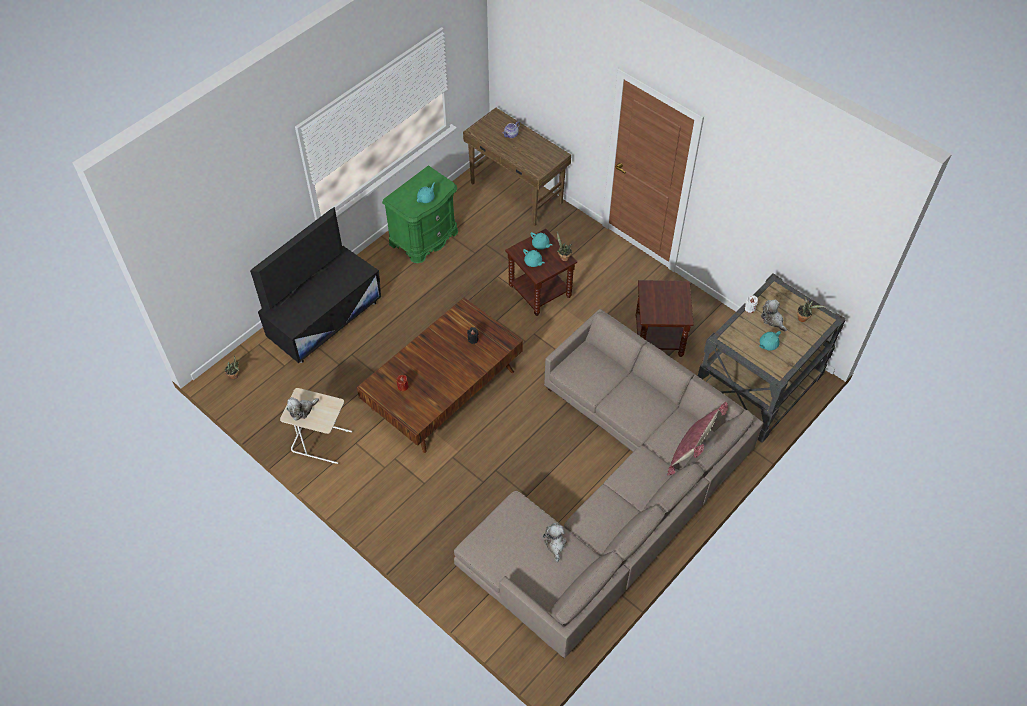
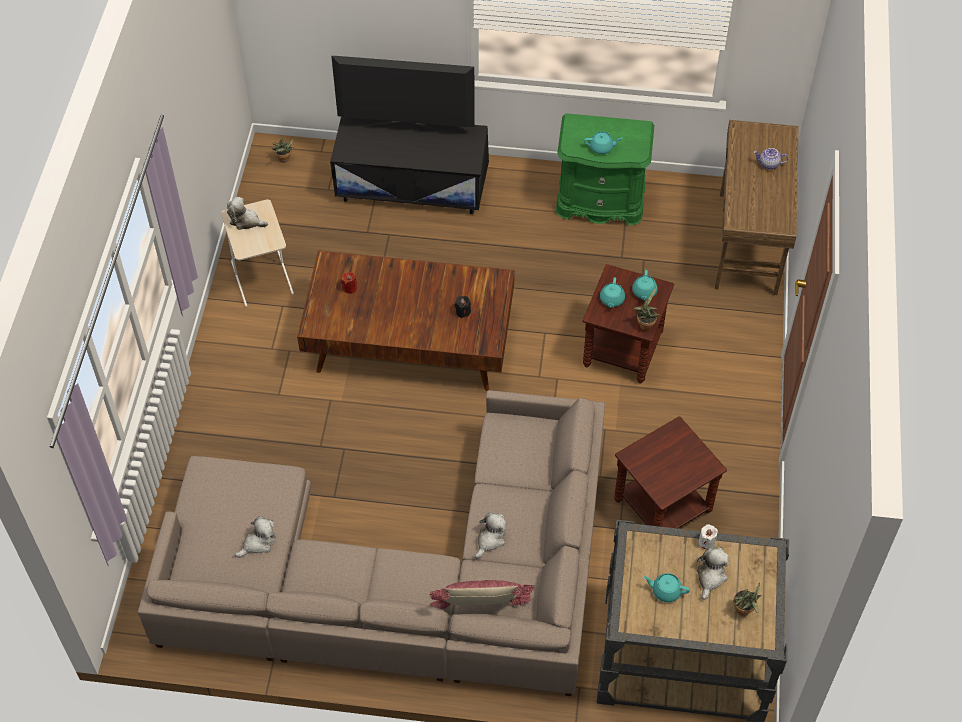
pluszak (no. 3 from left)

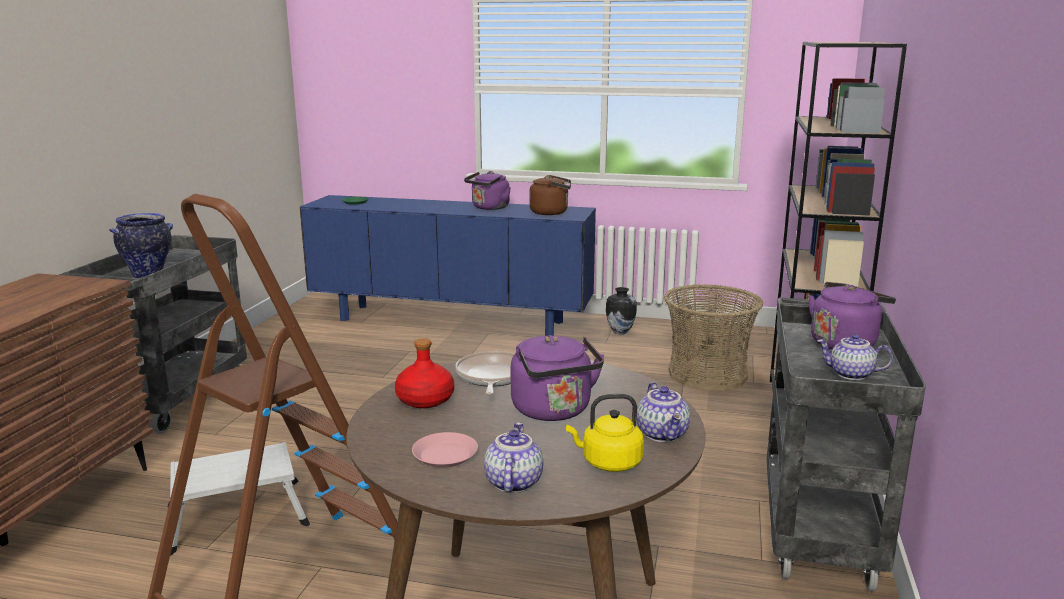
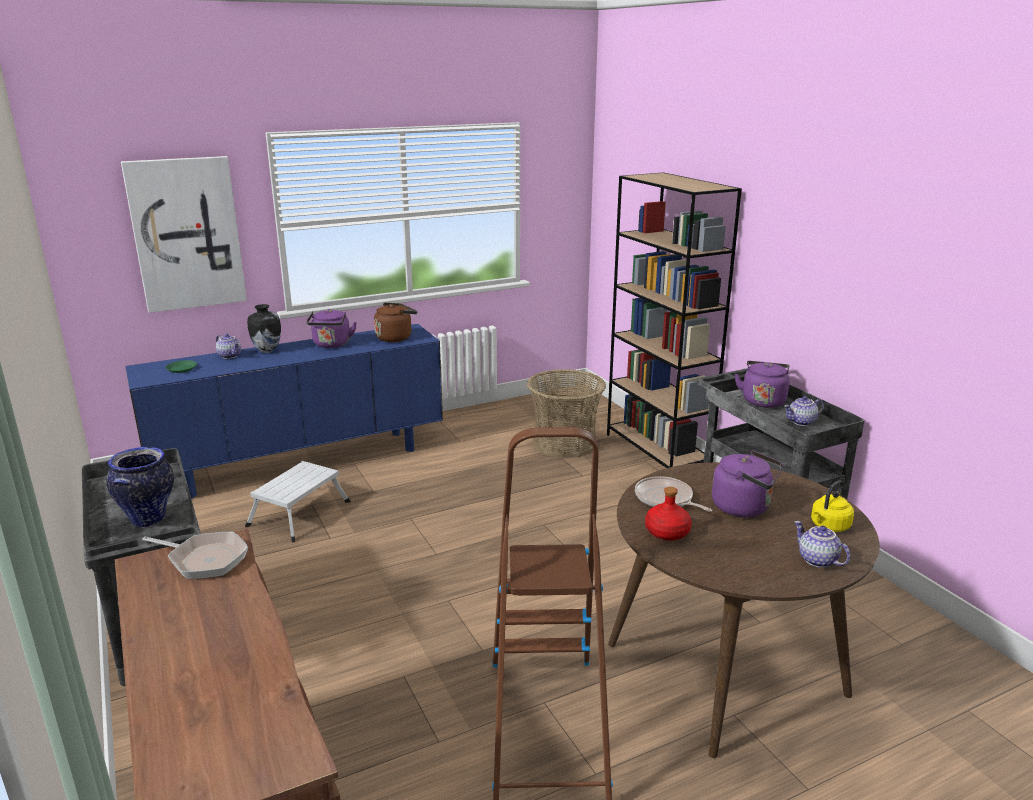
obraz
patelnia (no. 1 from left)
imbryk (no. 1 from left)
drabinka (biały)
wazon (no. 2 from left)
talerz (różowy)

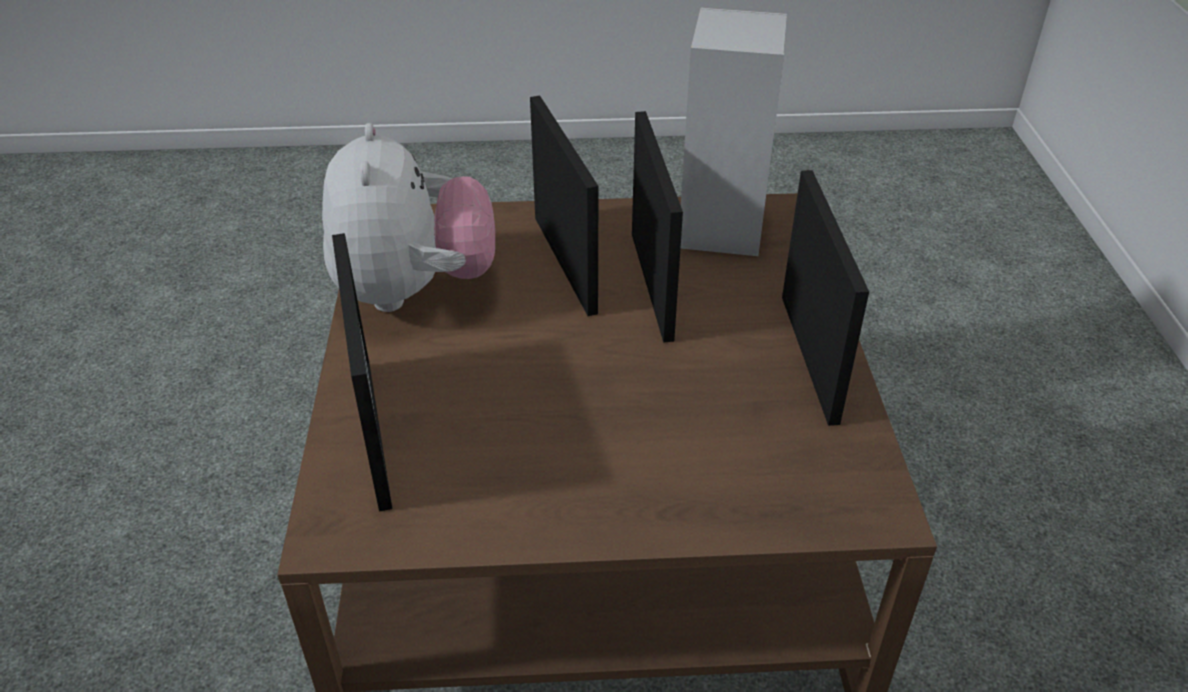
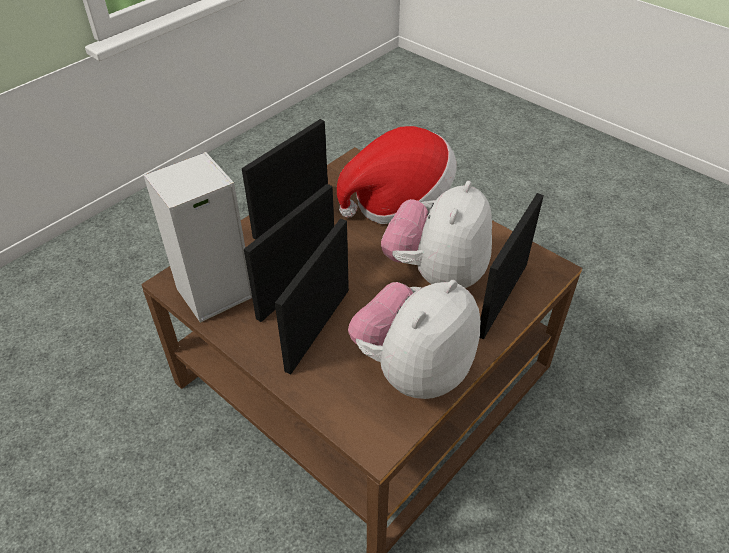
kapelusz
pluszak (no. 2 from left)

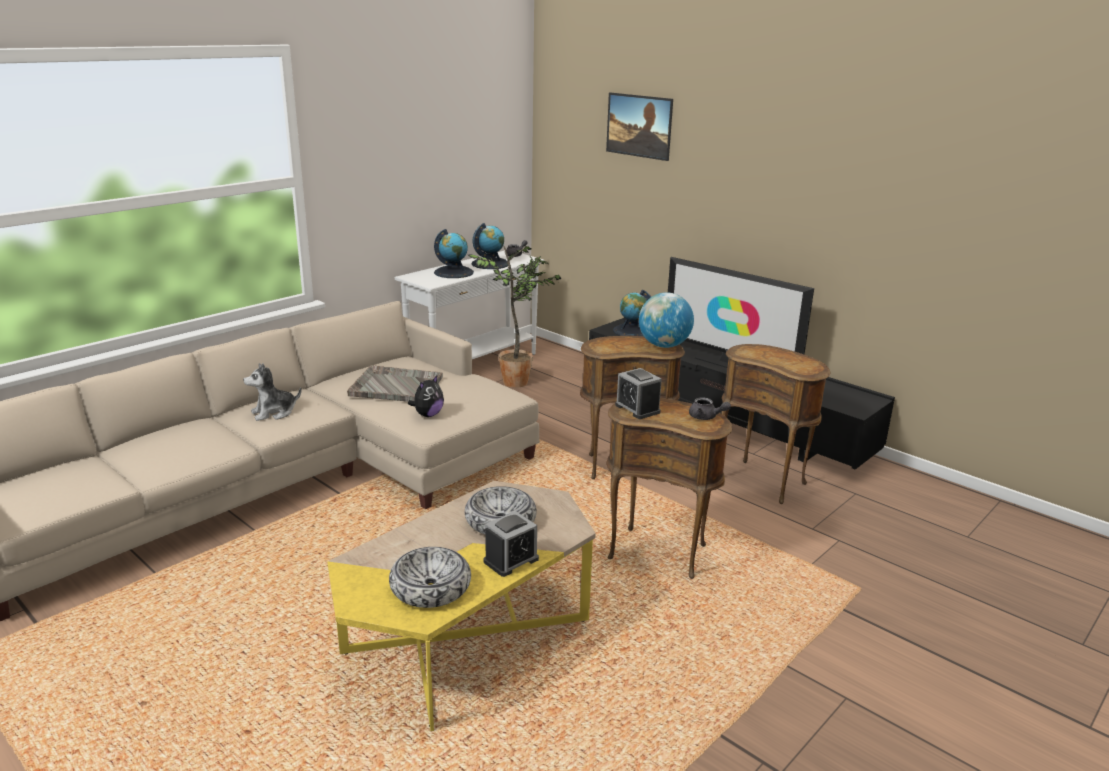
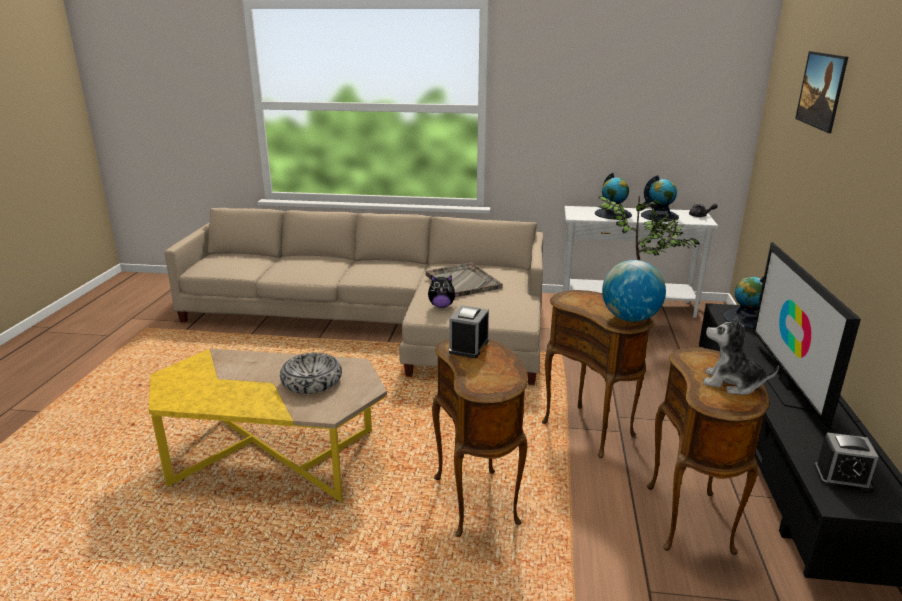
pluszak (no. 2 from left)
budzik (no. 2 from left)
miska (no. 1 from left in the first image)
imbryk (szary) (no. 2 from left in the first image)

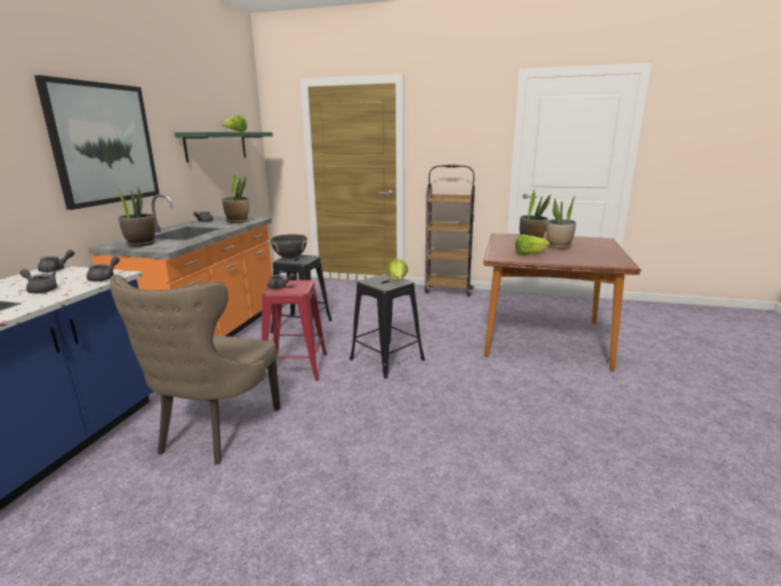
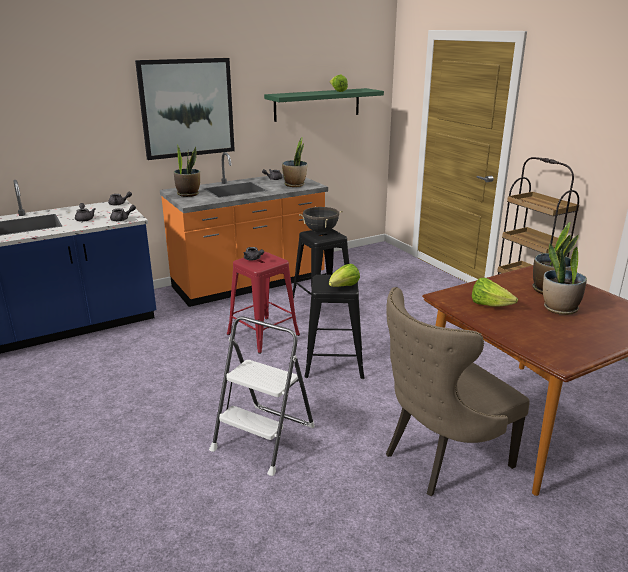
drabinka (biały)
krzesło (beżowy)

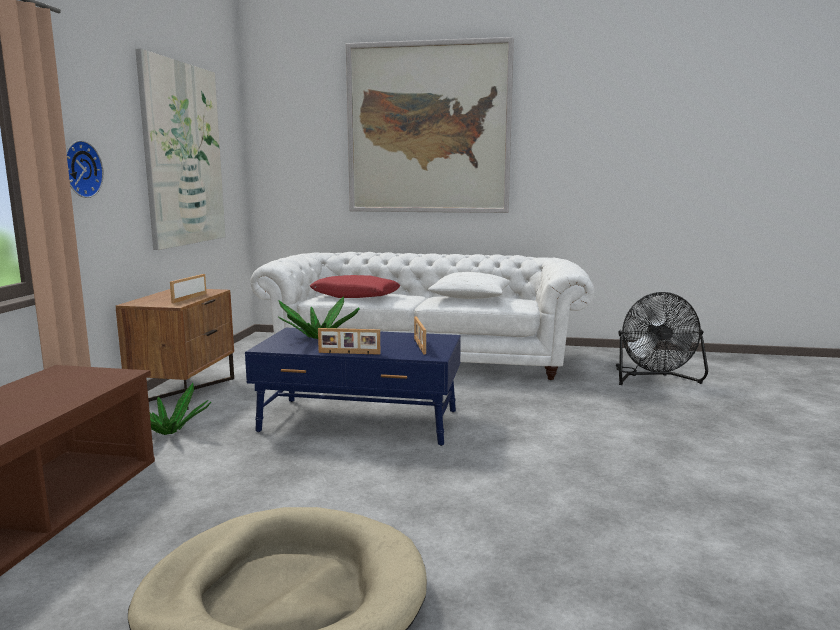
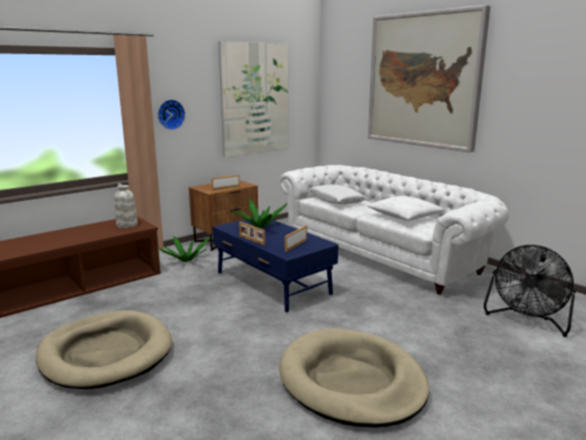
wazon (biały)
legowisko (beżowy) (no. 2 from left)
poduszka (biały) (no. 1 from left)

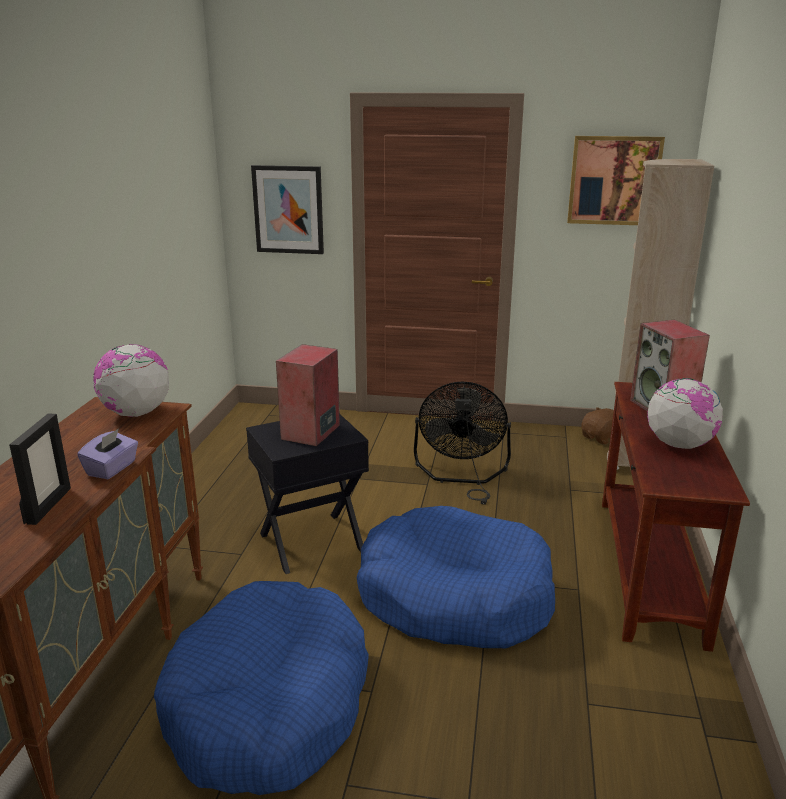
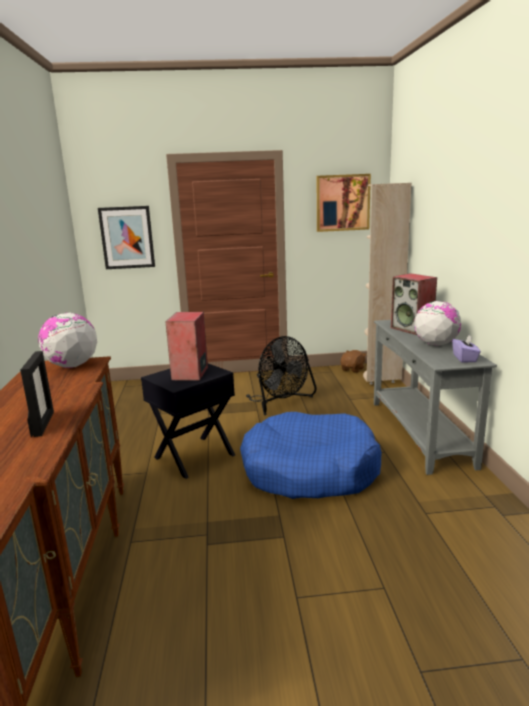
wentylator (czarny)
stolik konsolowy (szary)
pudełko chusteczek (fioletowy)
legowisko (niebieski) (no. 1 from left in the first image)

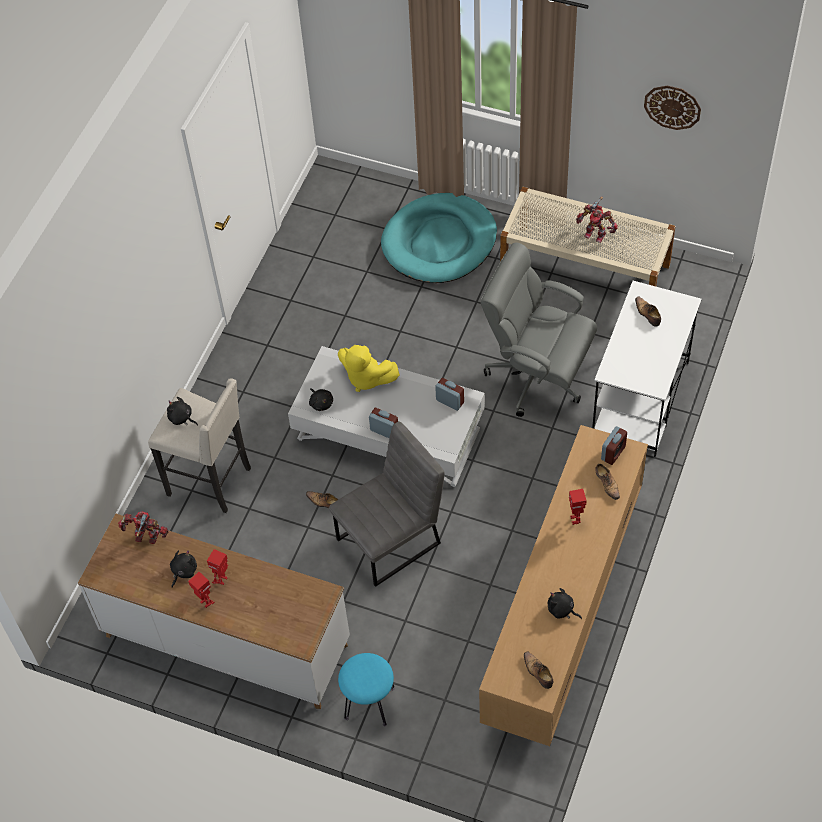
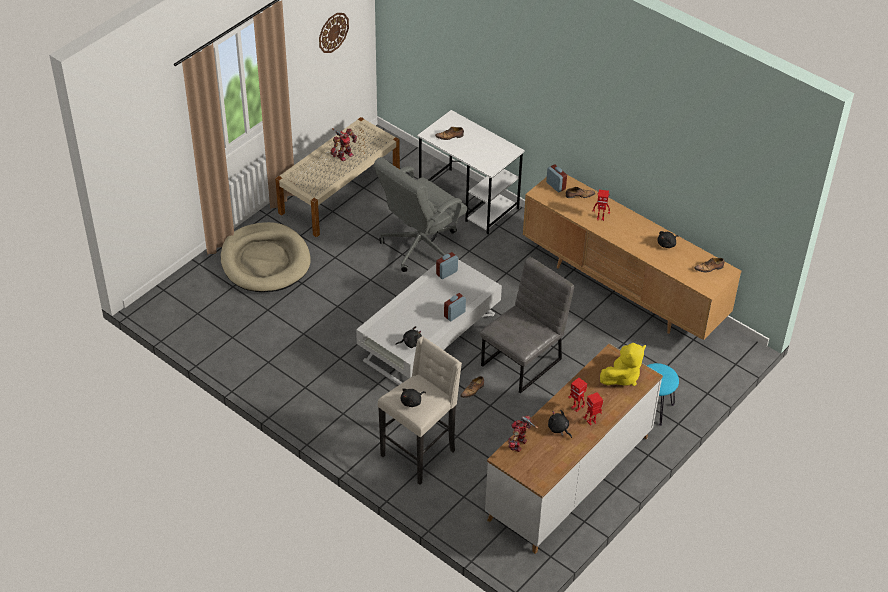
legowisko (beżowy)
krzesło (szary)
pluszak (żółty)

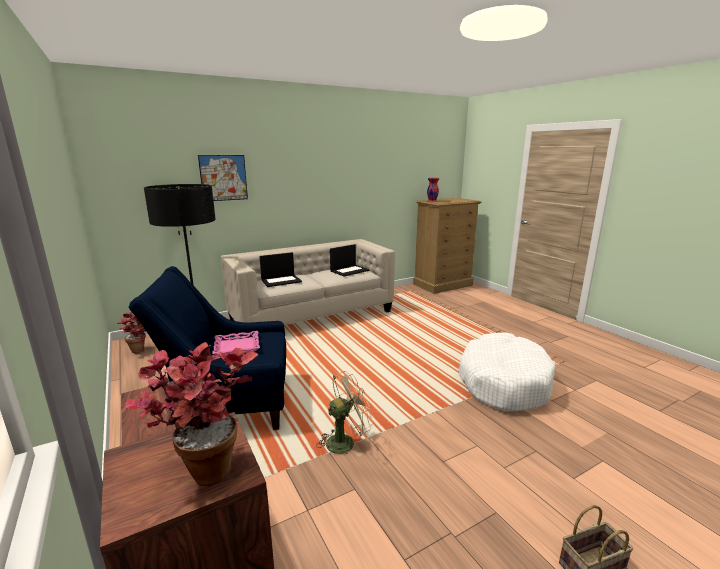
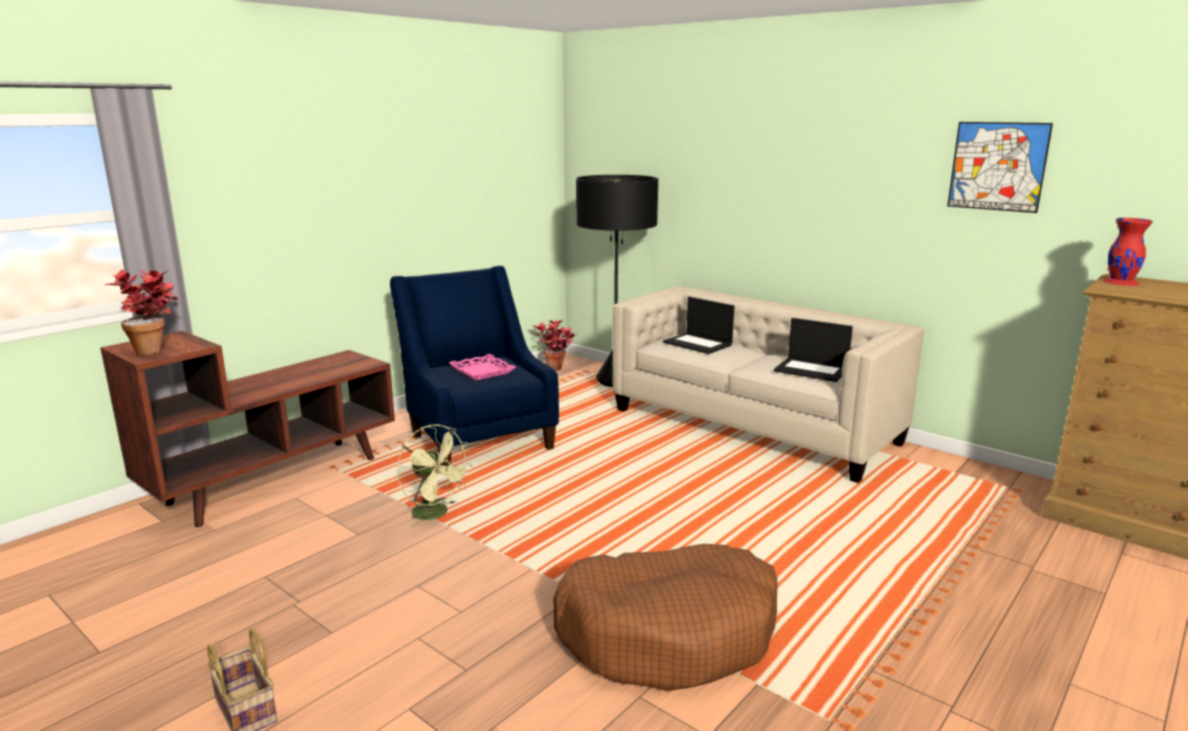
wentylator (zielony)
legowisko (brązowy)
obraz

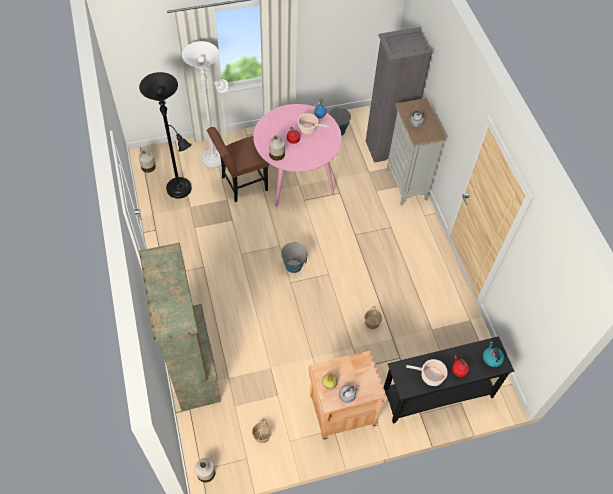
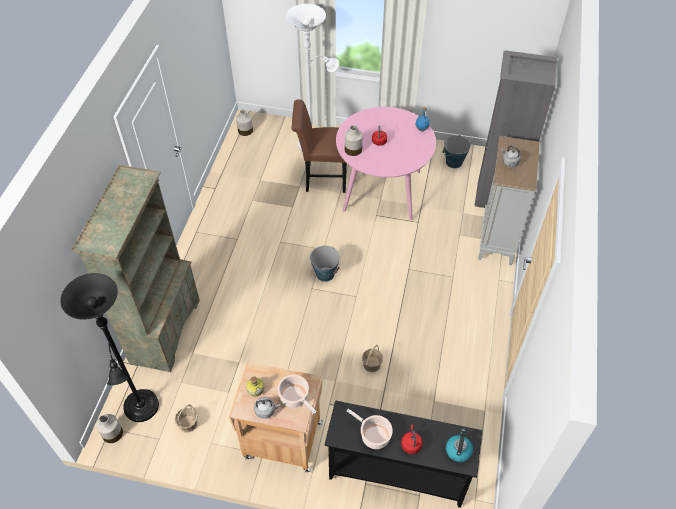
lampa stojąca (czarny)
garnek (no. 1 from left)

